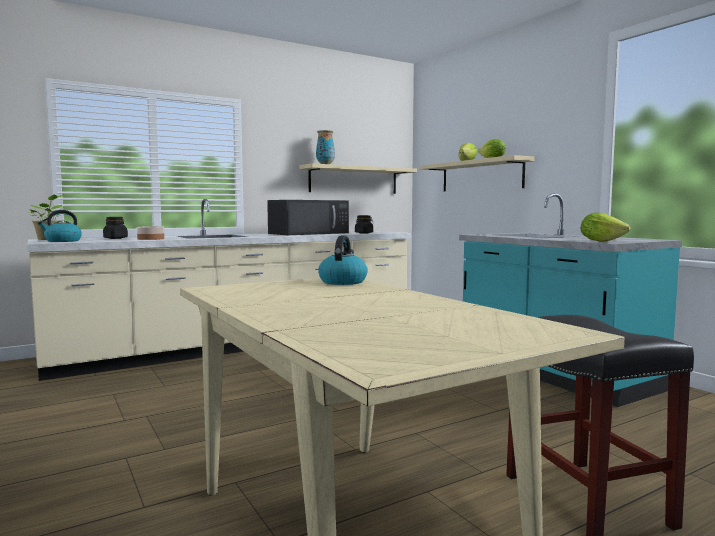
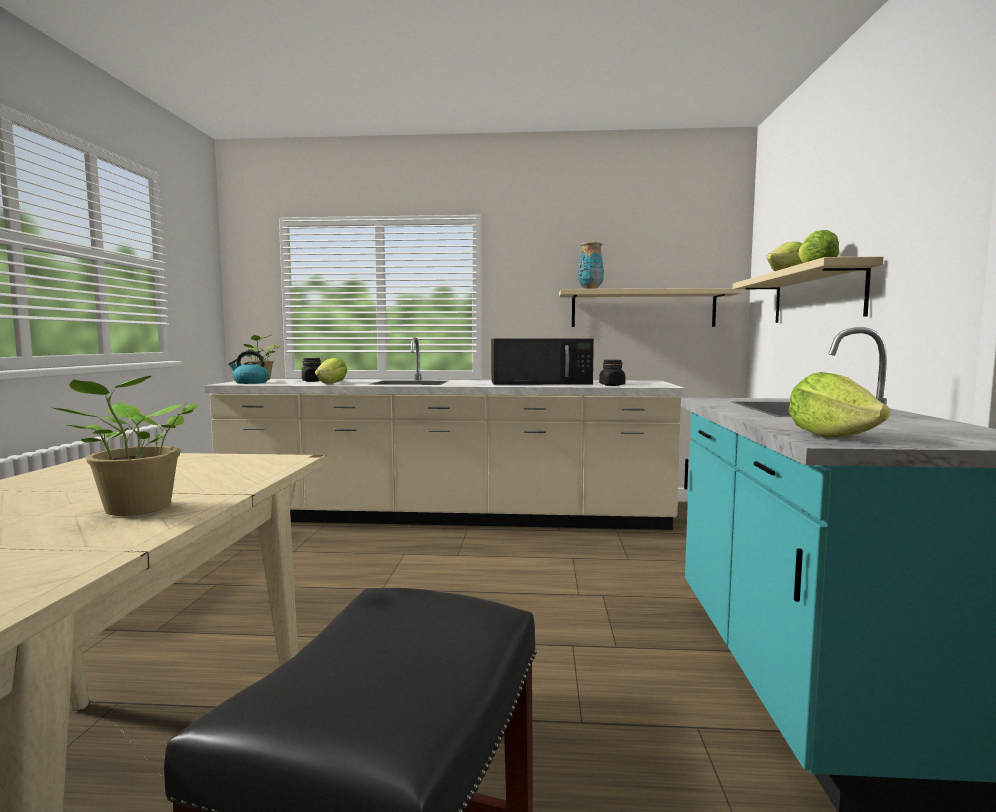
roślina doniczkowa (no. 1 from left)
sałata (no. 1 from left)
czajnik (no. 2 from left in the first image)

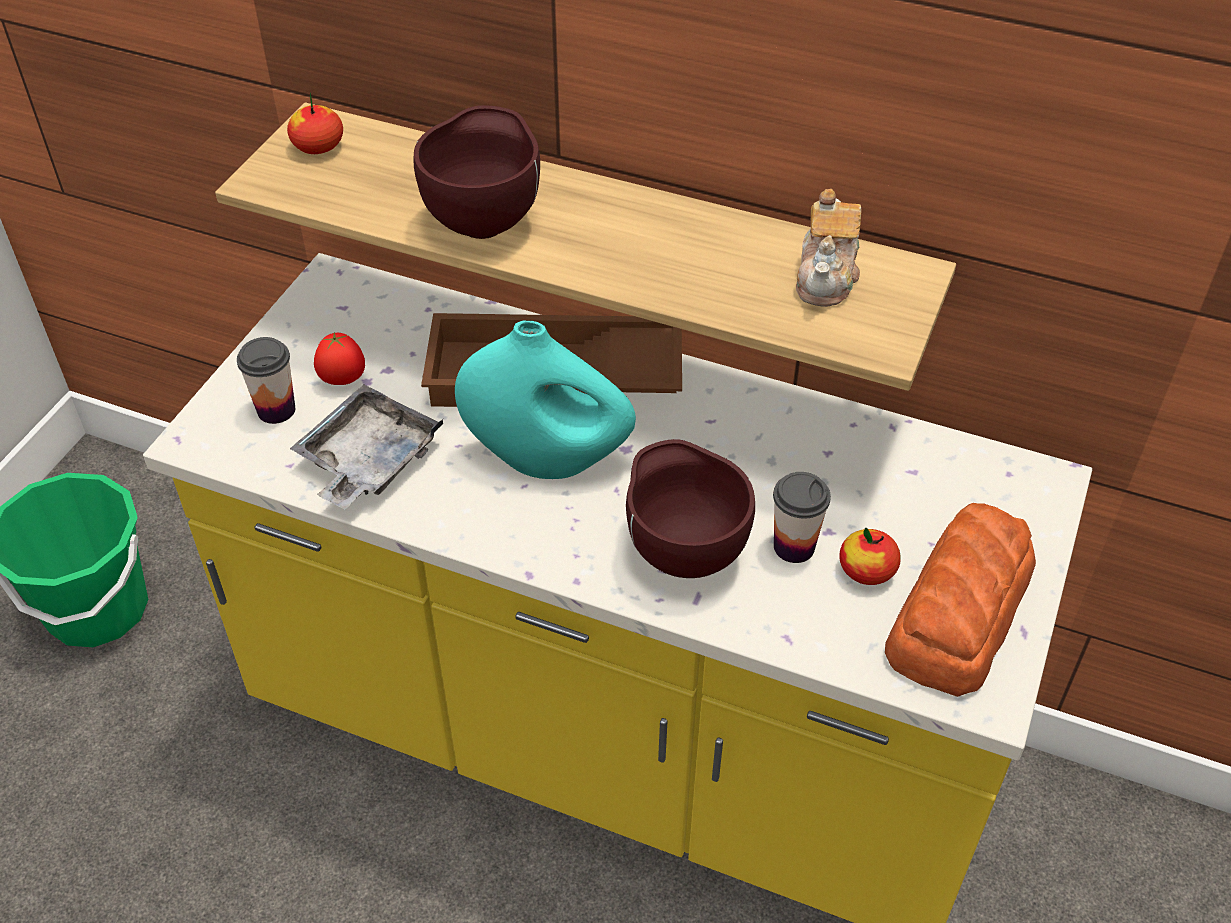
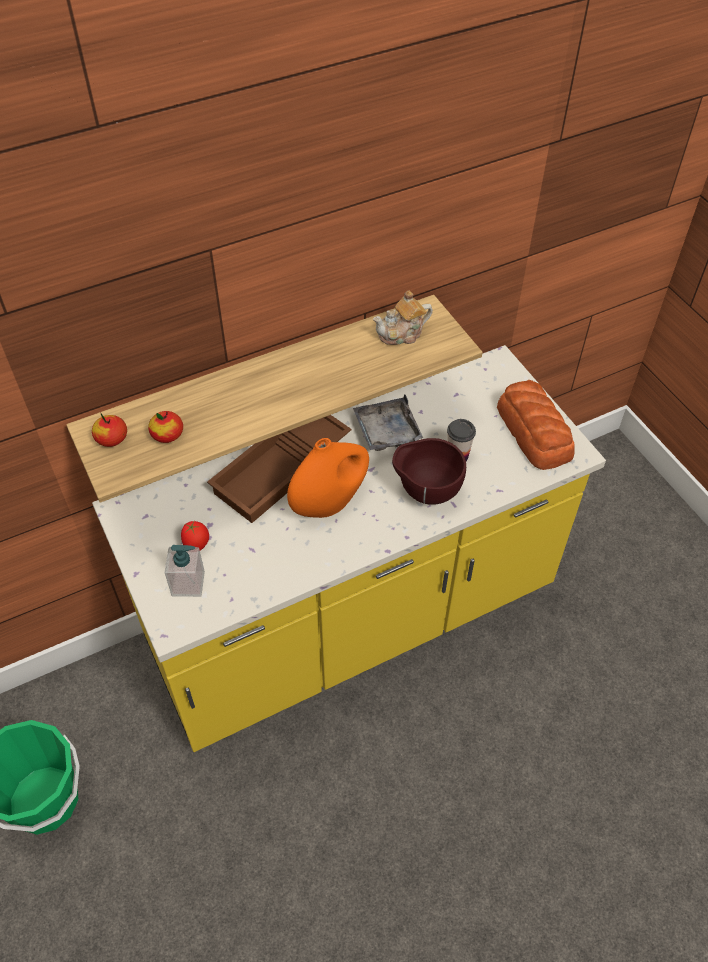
jabłko (no. 2 from left)
dozownik mydła
wazon (pomarańczowy)
taca (szary)
imbryk
miska (brązowy) (no. 1 from left in the first image)

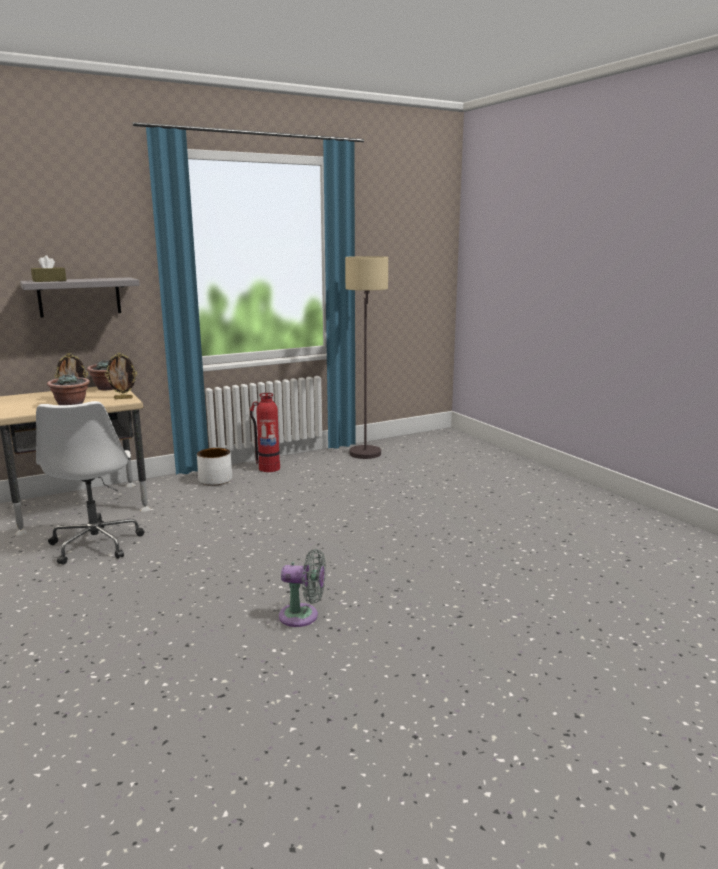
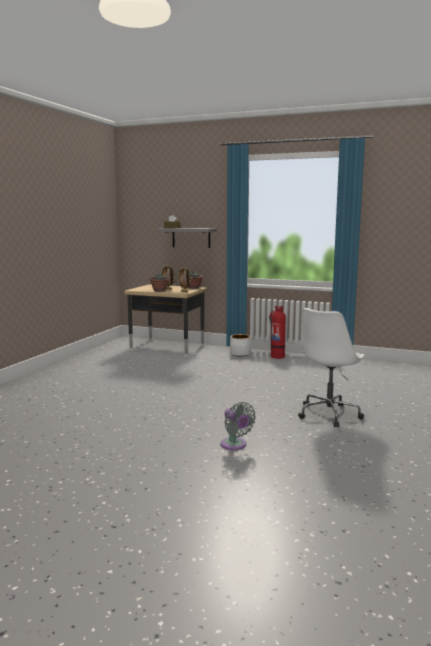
wentylator (szary)
krzesło biurowe (biały)
lampa stojąca (beżowy)

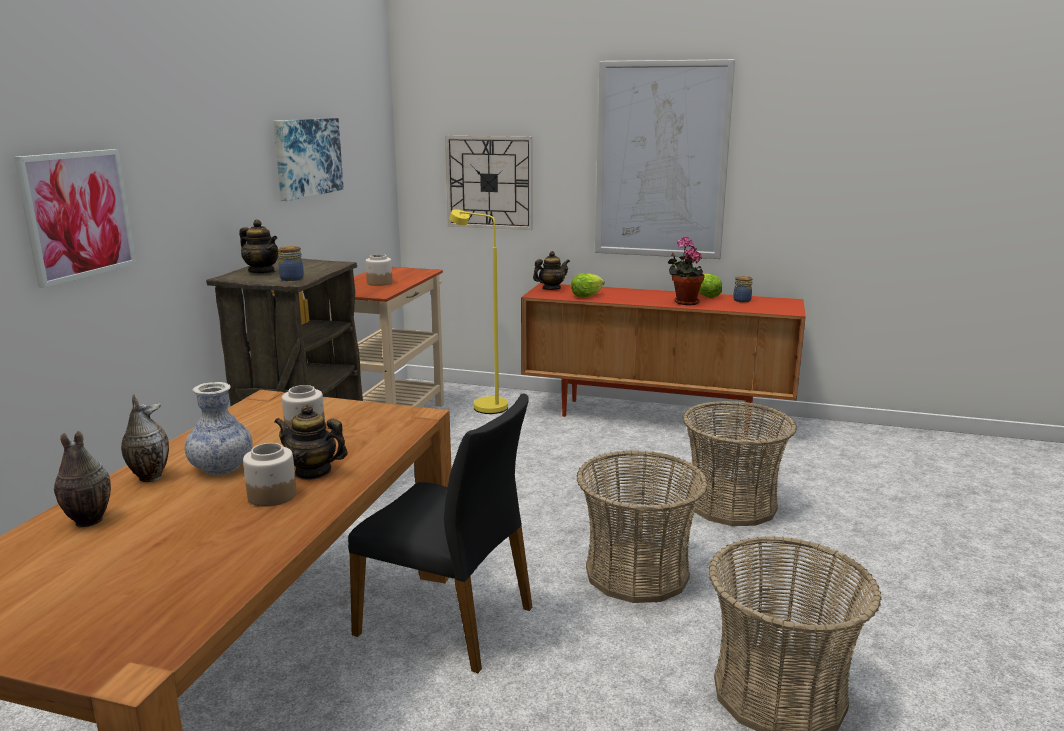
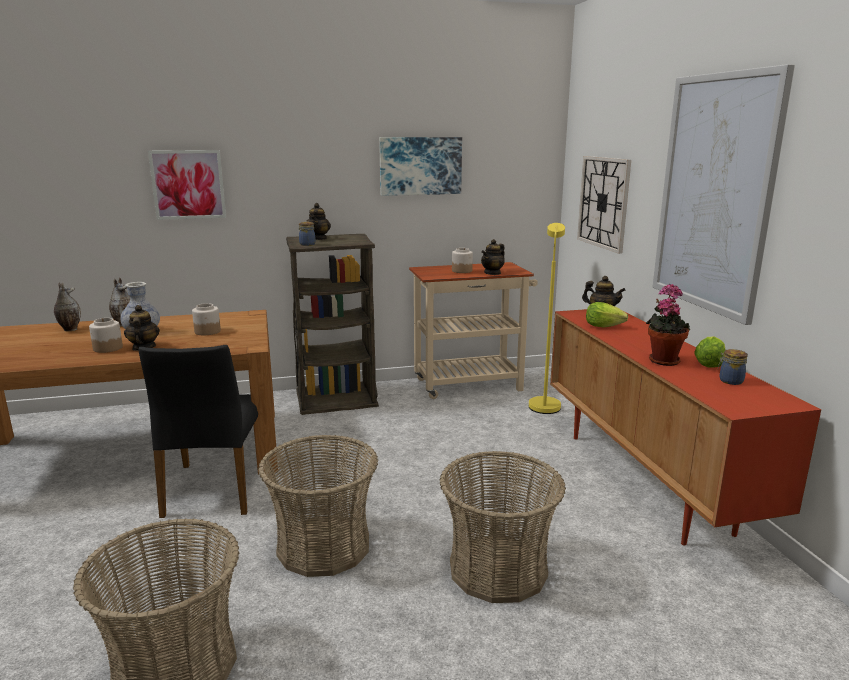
imbryk (no. 3 from left)

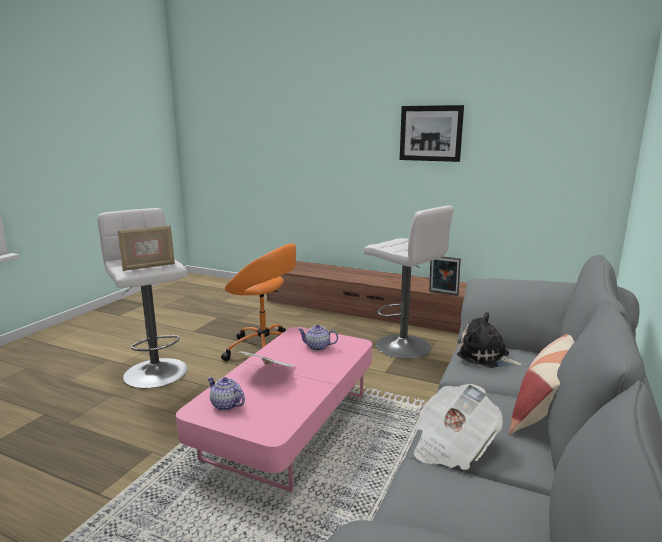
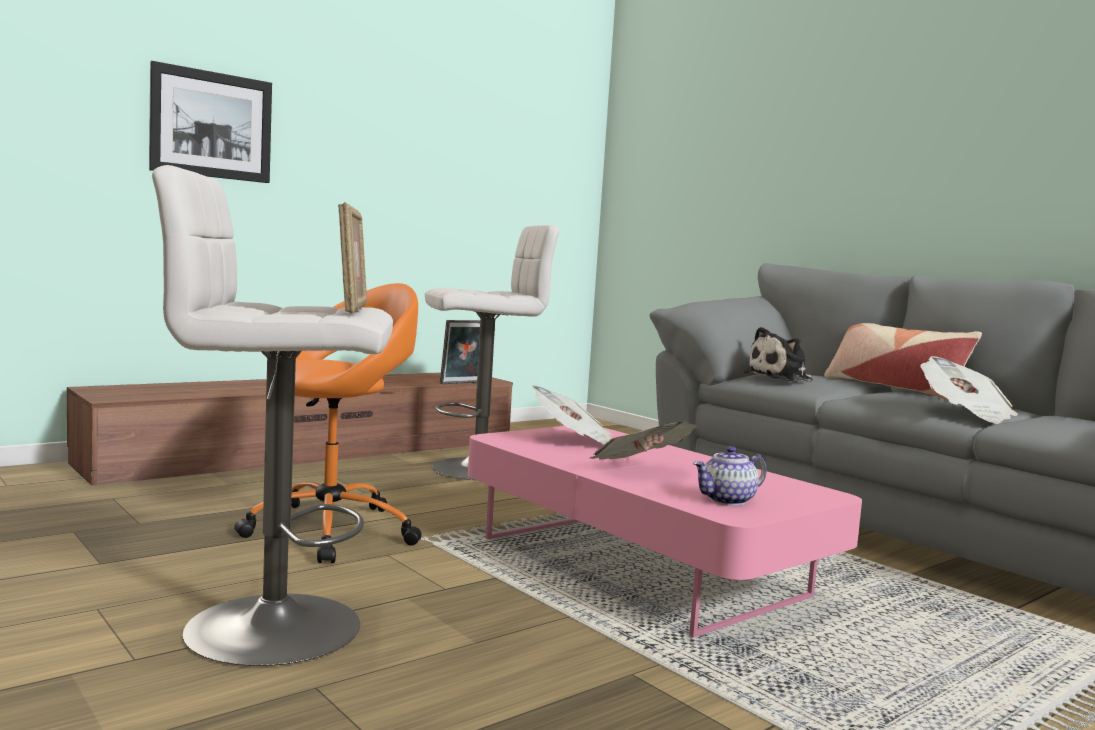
obraz
gazeta (no. 1 from left)

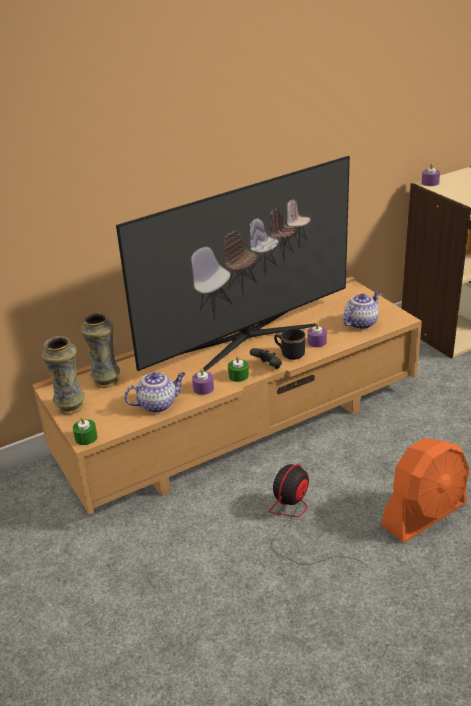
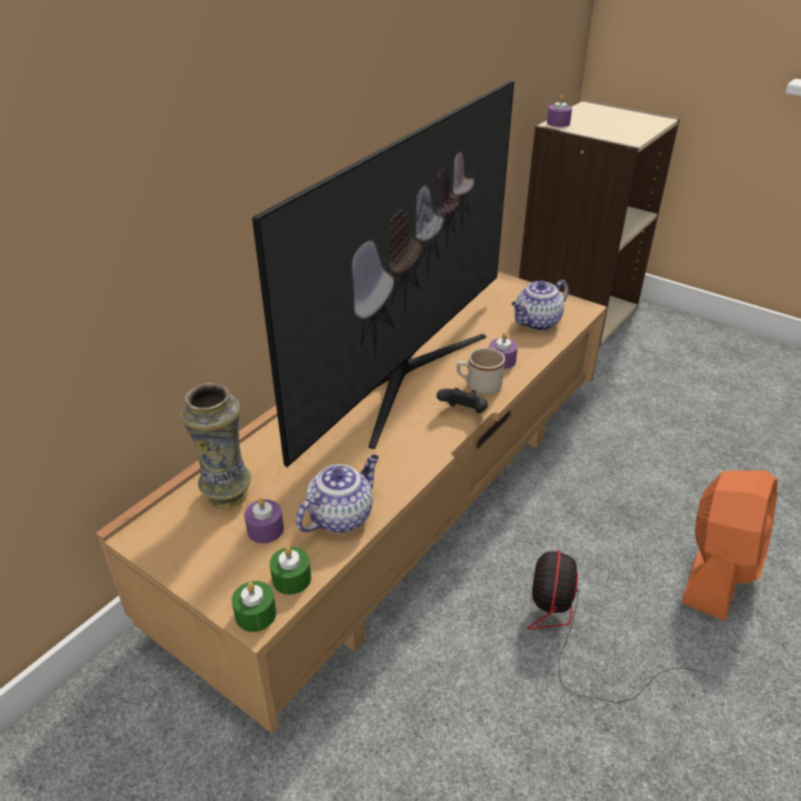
świeca (fioletowy) (no. 1 from left)
świeca (zielony) (no. 2 from left)
kubek (beżowy)
imbryk (no. 2 from left)
wazon (no. 1 from left in the first image)

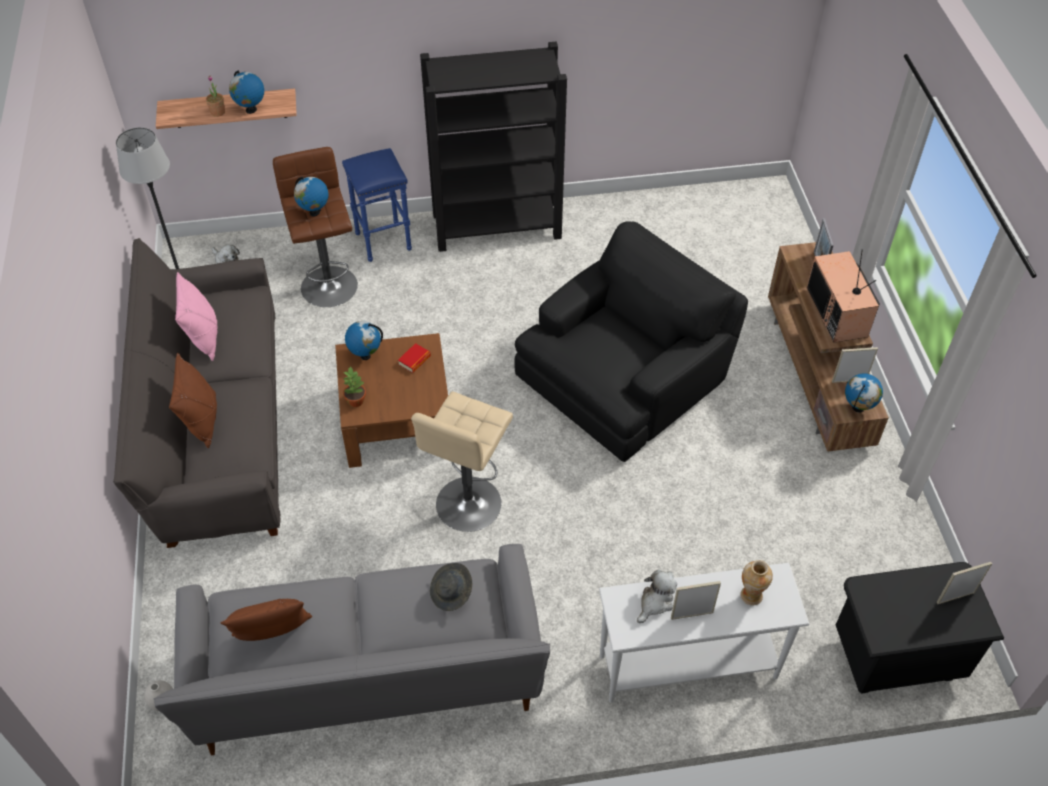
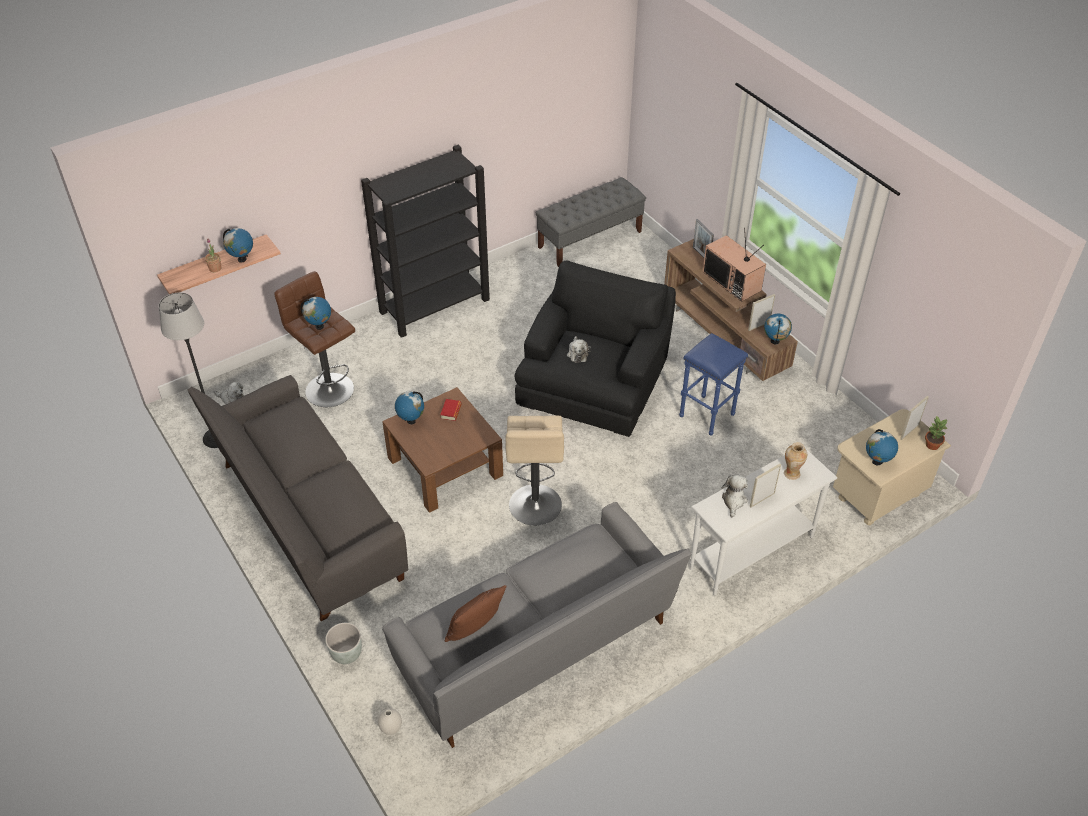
donica (szary)
ławka (szary)
pluszak (no. 2 from left)
stołek (niebieski)
szafka nocna (beżowy)
globus (no. 5 from left)
roślina doniczkowa (no. 2 from left)
poduszka (brązowy) (no. 1 from left in the first image)
poduszka (różowy)
kapelusz (szary)

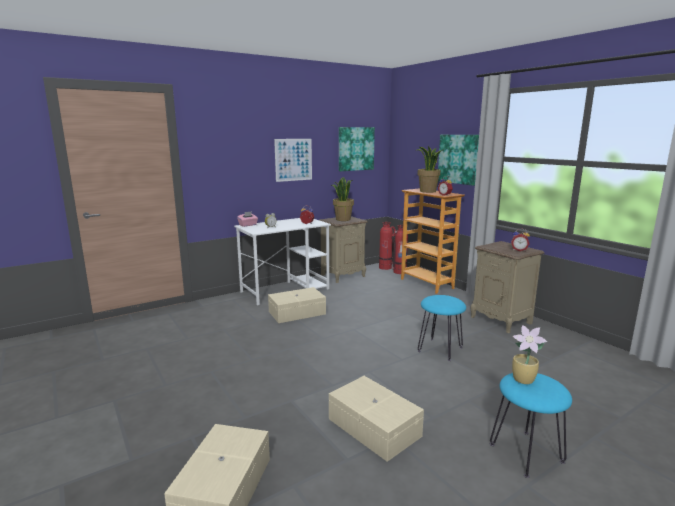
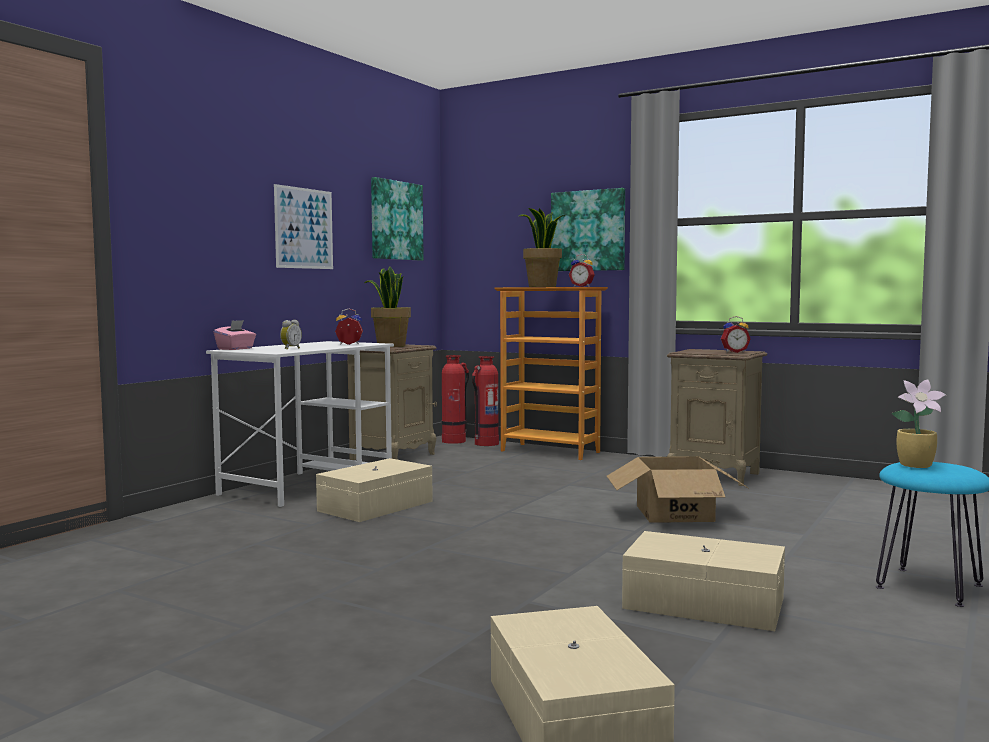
karton

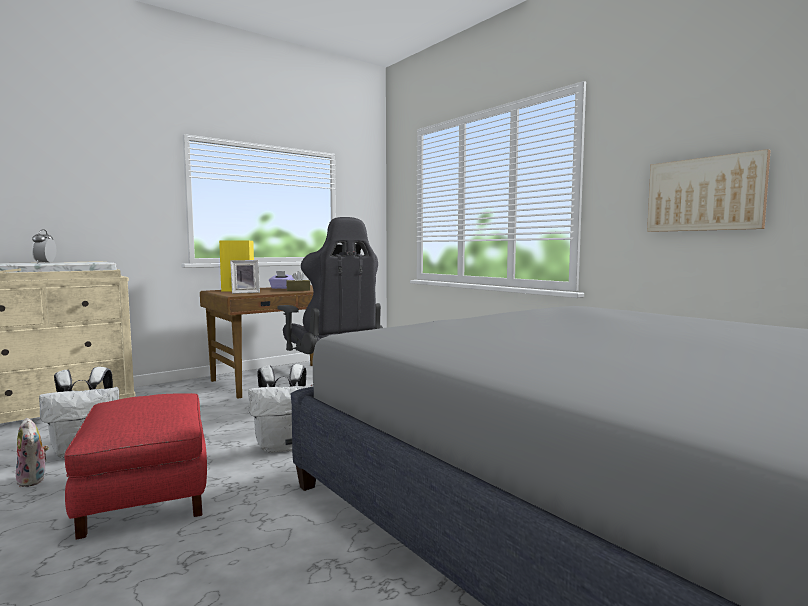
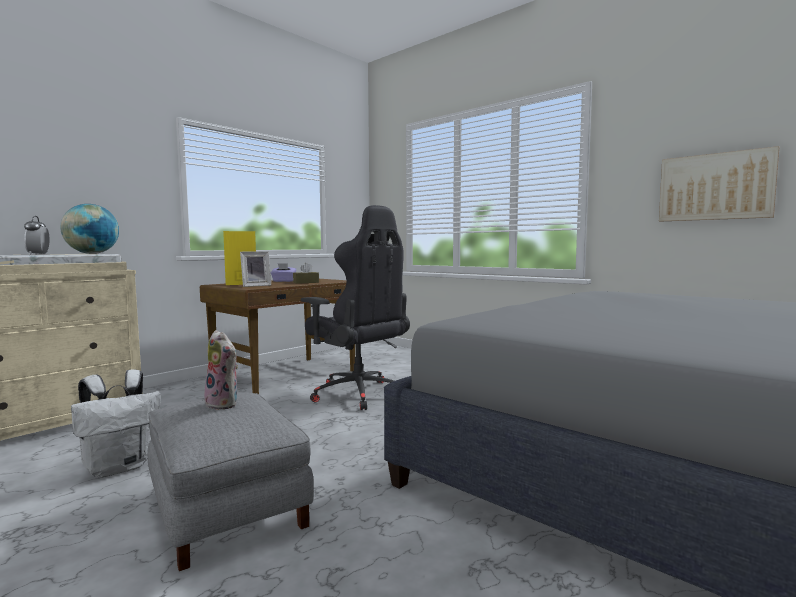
globus
pufa (szary)
pluszak
plecak (biały) (no. 2 from left in the first image)

